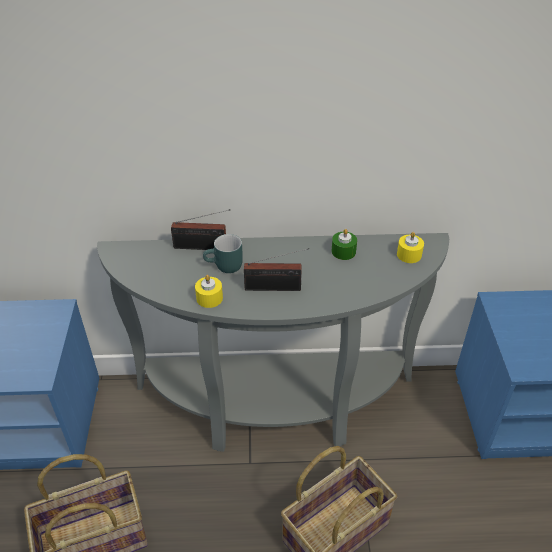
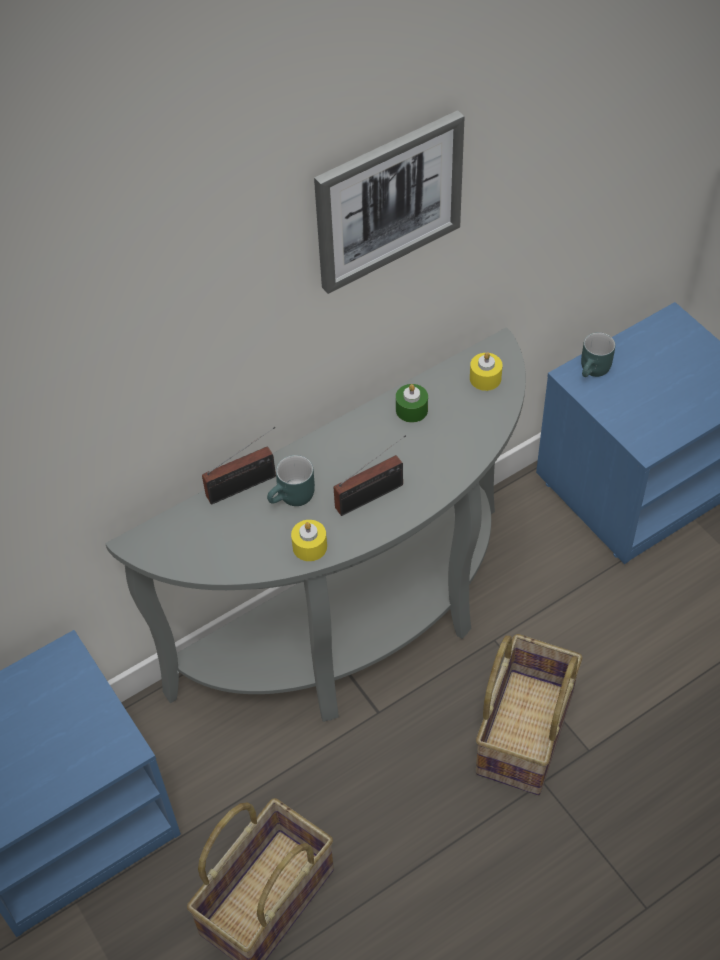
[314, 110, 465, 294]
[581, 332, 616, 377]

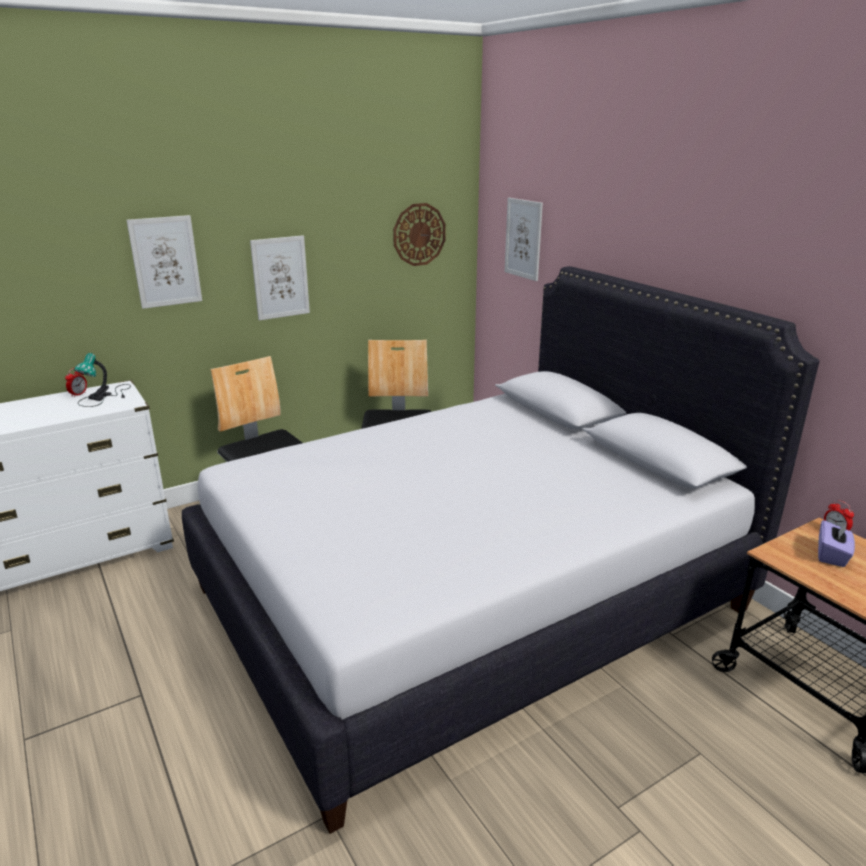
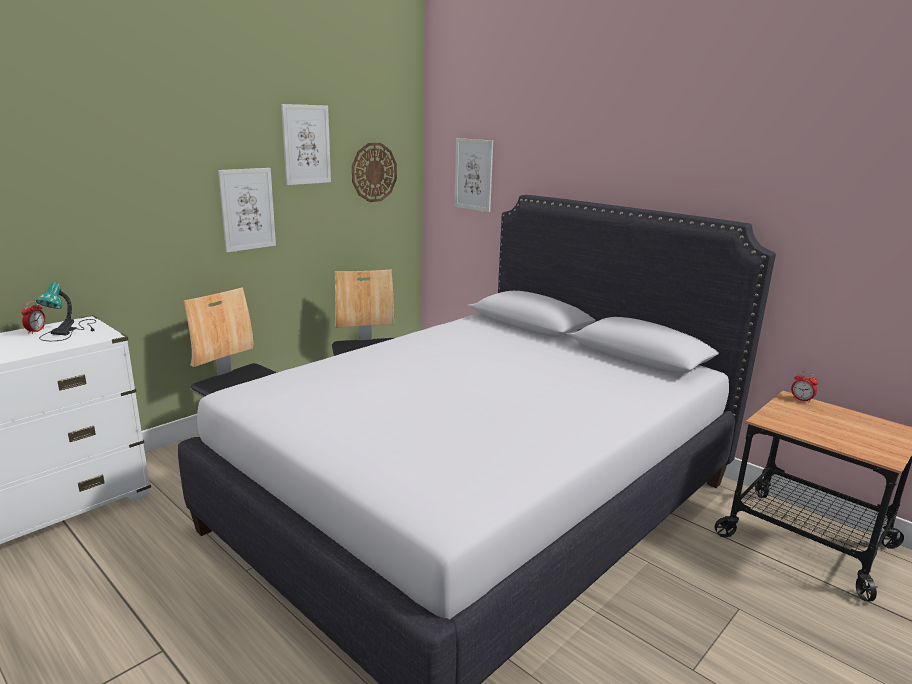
[281, 104, 331, 185]
[818, 520, 855, 567] (first image)

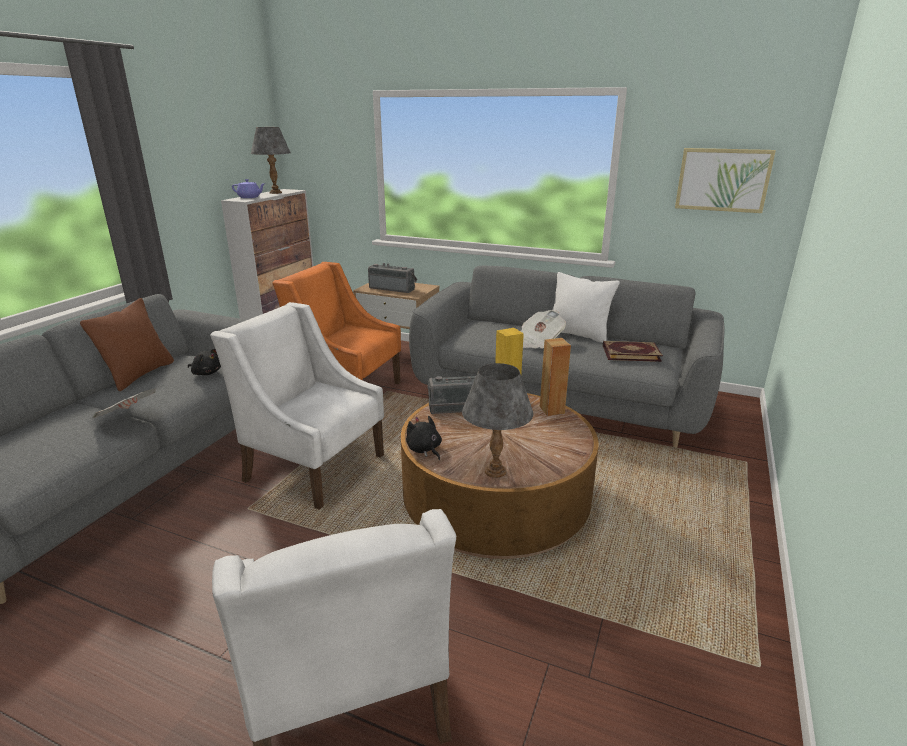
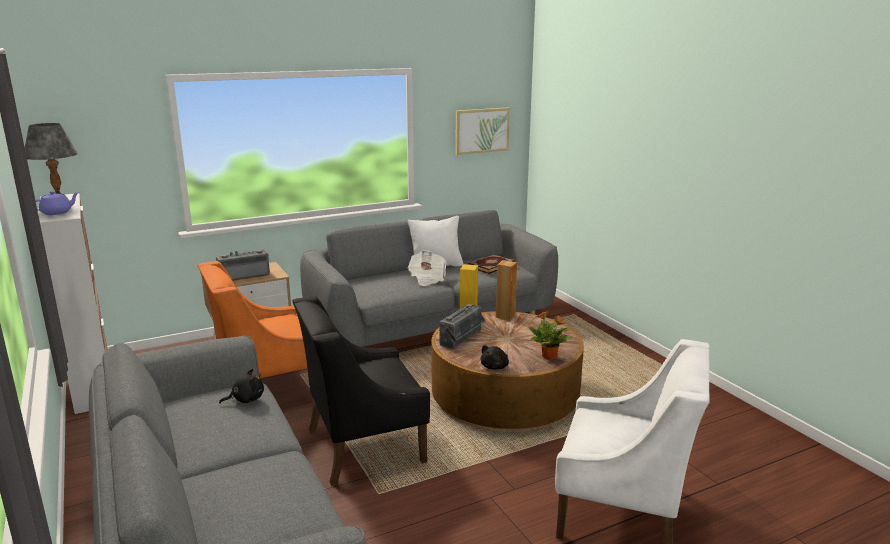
[292, 296, 430, 486]
[480, 345, 509, 370]
[529, 311, 573, 360]
[80, 298, 174, 391] (first image)
[92, 388, 157, 418] (first image)

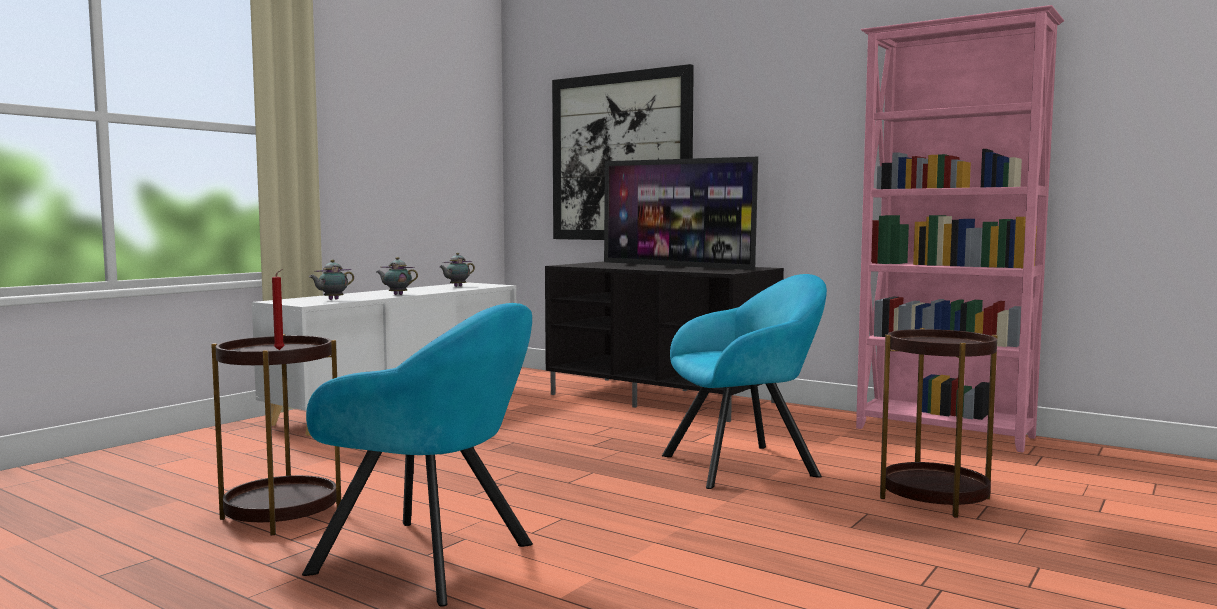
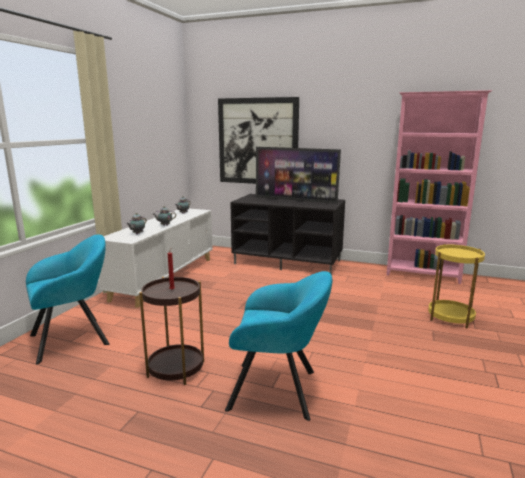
[26, 234, 110, 364]
[428, 244, 485, 329]

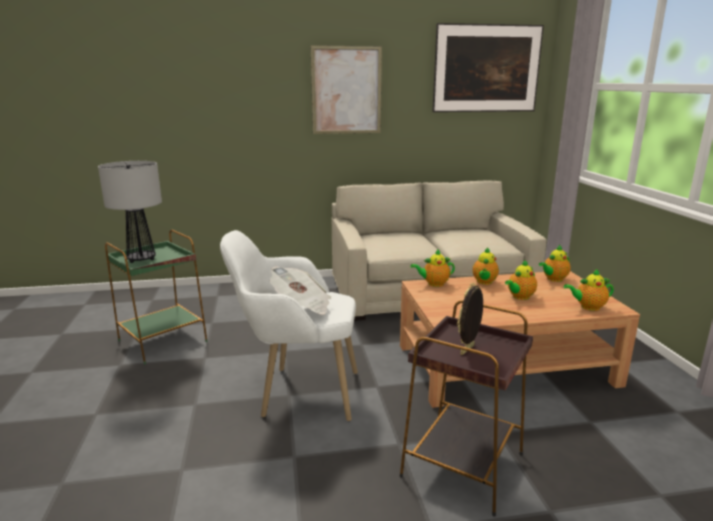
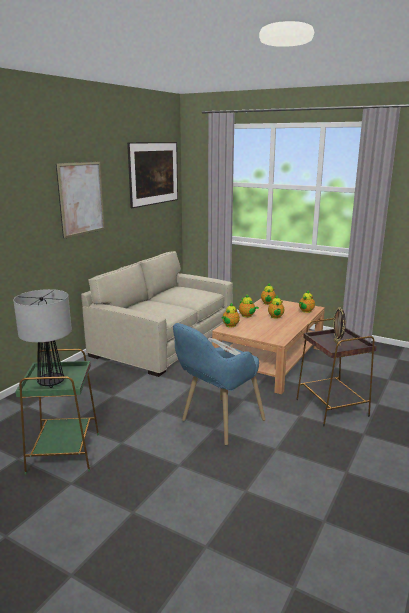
[173, 323, 266, 446]

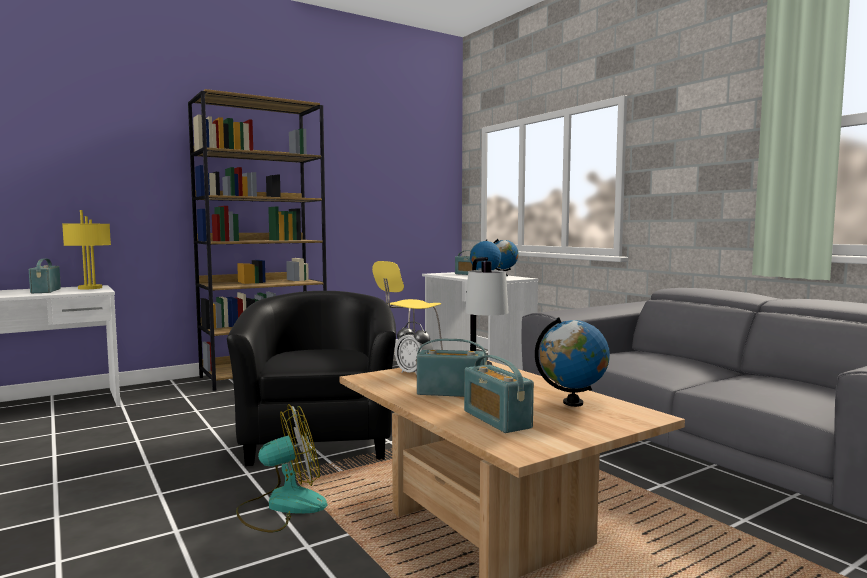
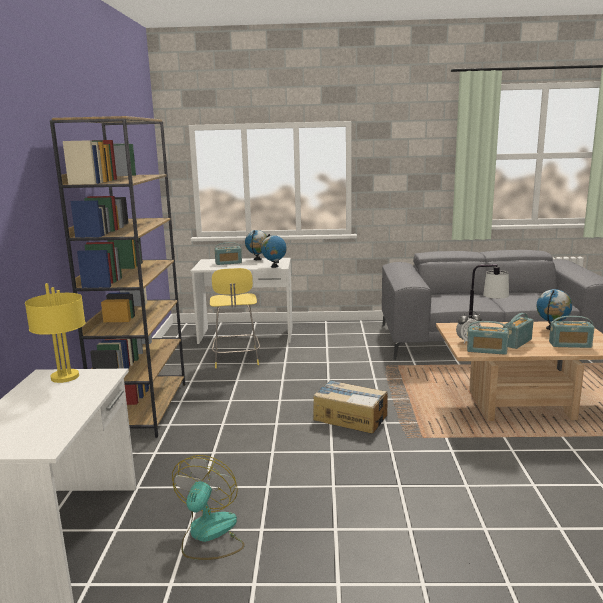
[172, 455, 244, 560]
[313, 380, 388, 434]
[467, 321, 509, 355]

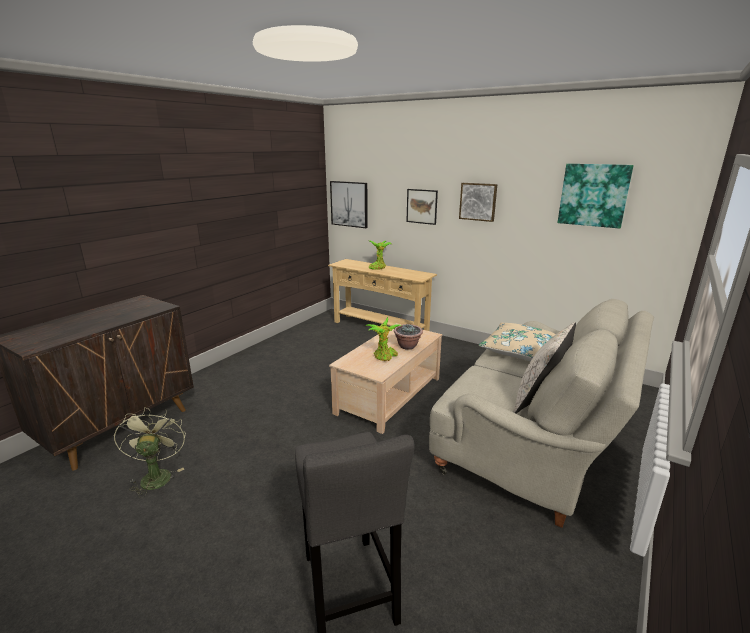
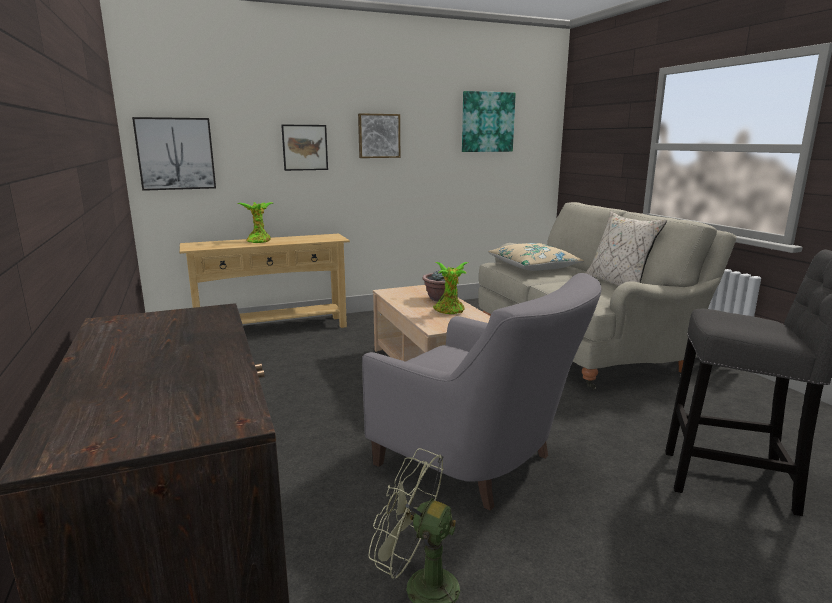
[362, 273, 602, 511]

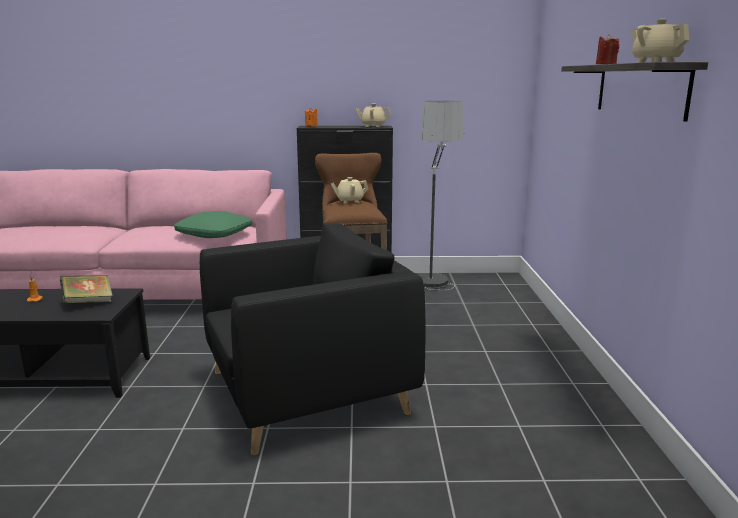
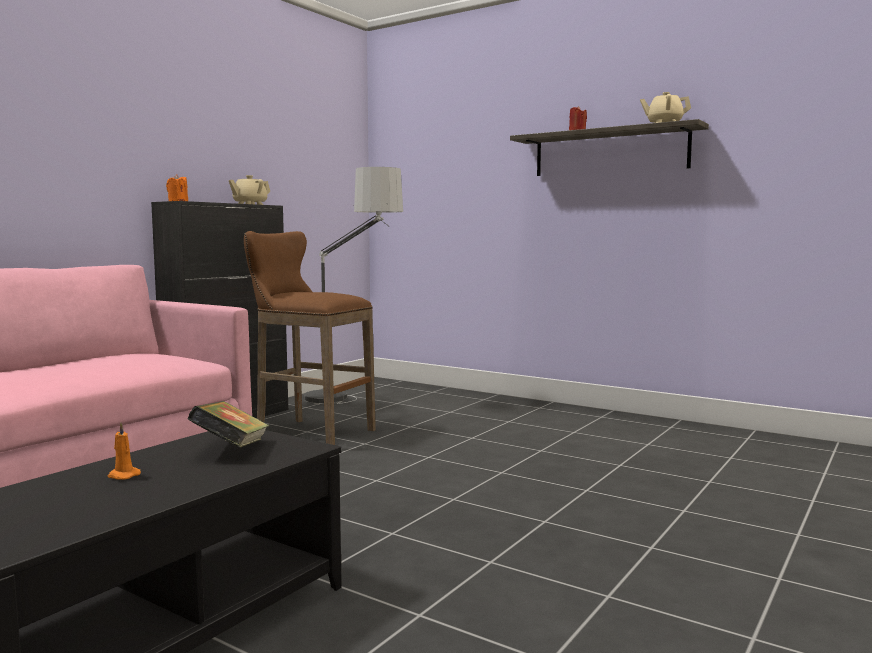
[174, 211, 252, 238] (first image)
[200, 223, 425, 455] (first image)
[330, 177, 369, 203] (first image)

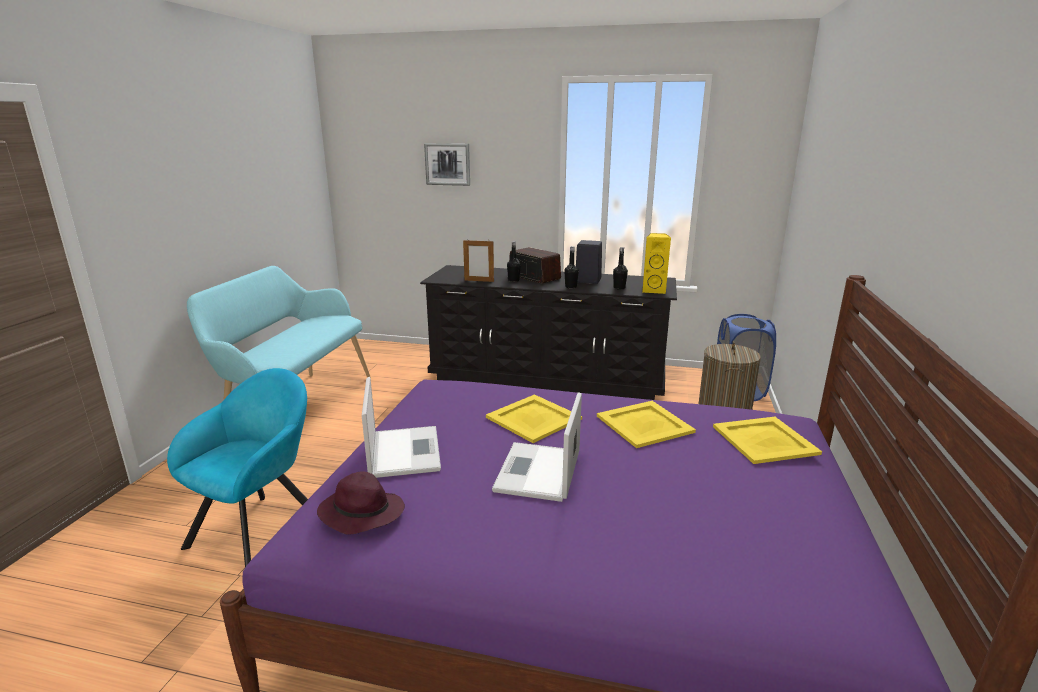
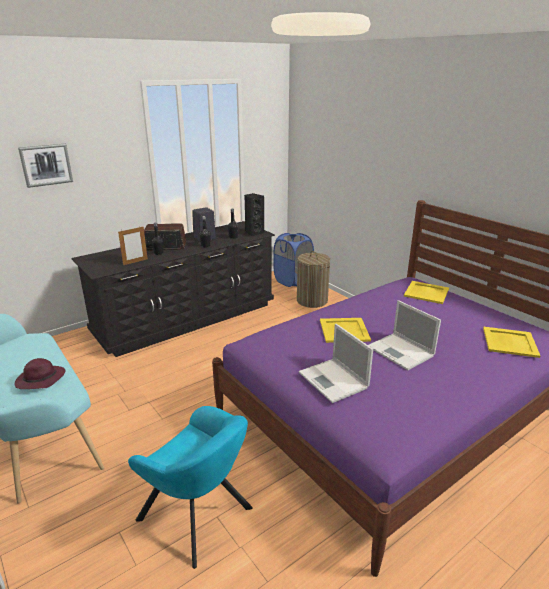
[15, 358, 65, 389]
[128, 406, 252, 569]
[244, 193, 264, 236]
[299, 324, 373, 403]
[483, 327, 540, 358]

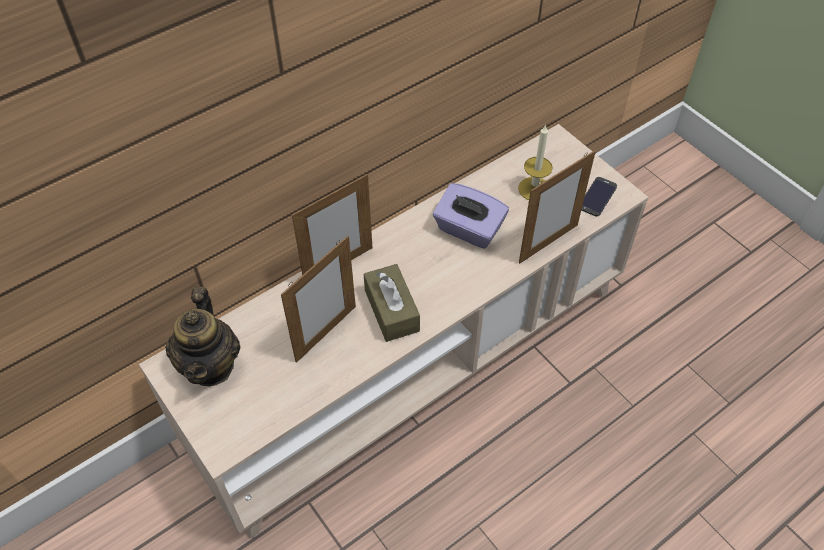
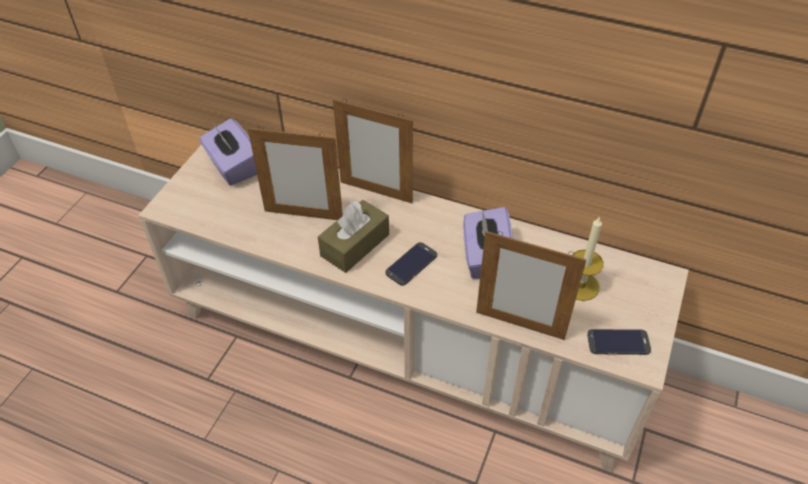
[199, 118, 257, 185]
[385, 242, 437, 286]

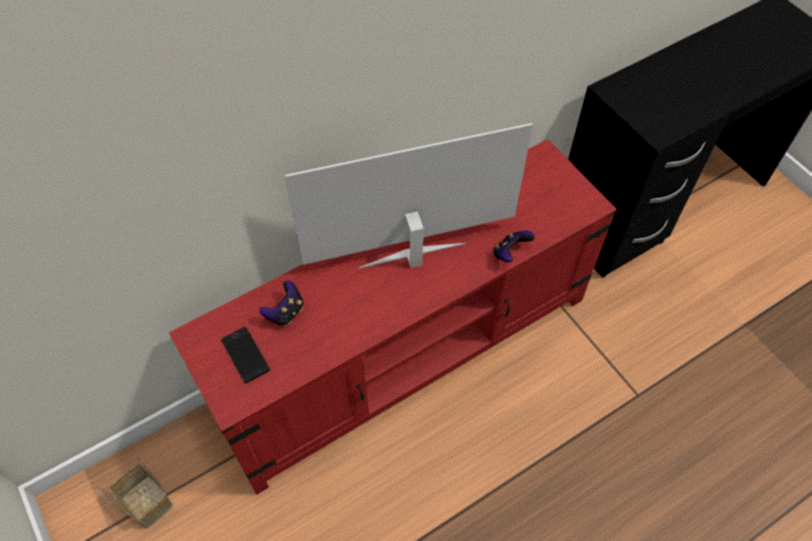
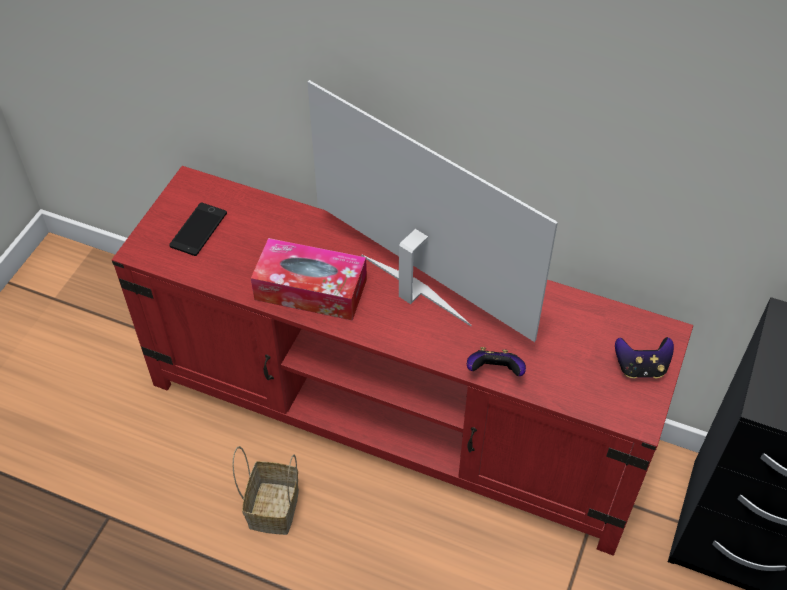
[232, 446, 299, 535]
[251, 238, 367, 321]
[615, 337, 674, 379]

